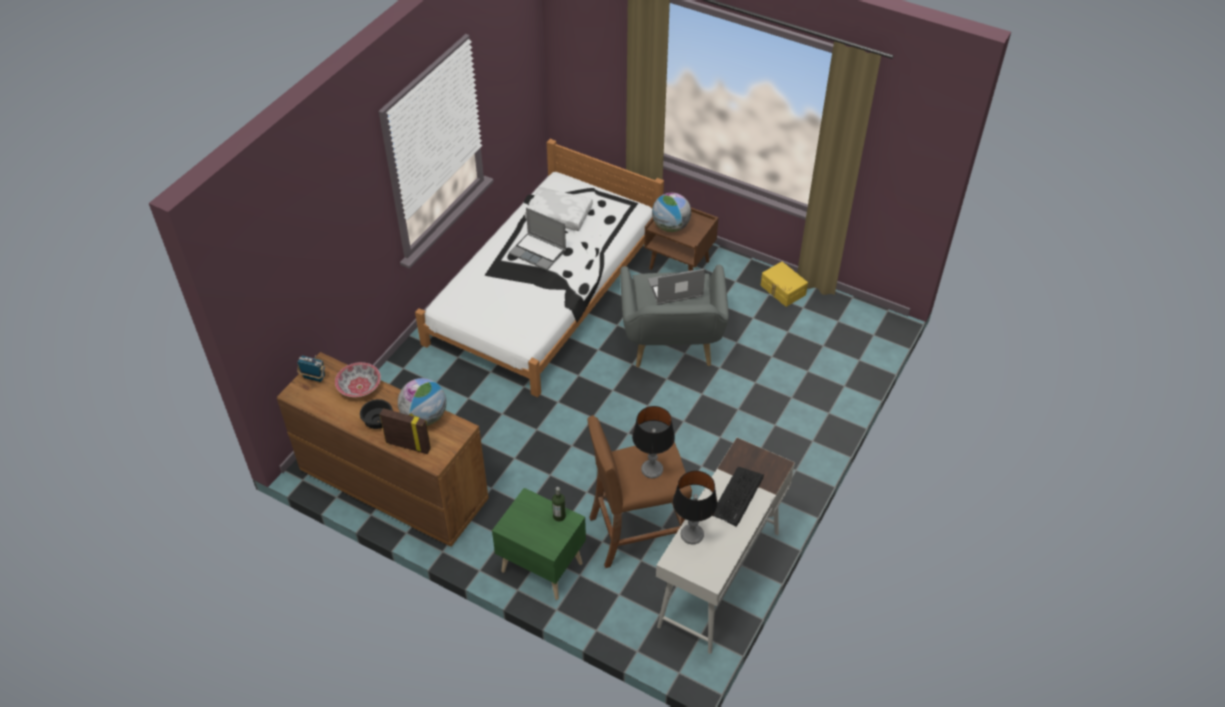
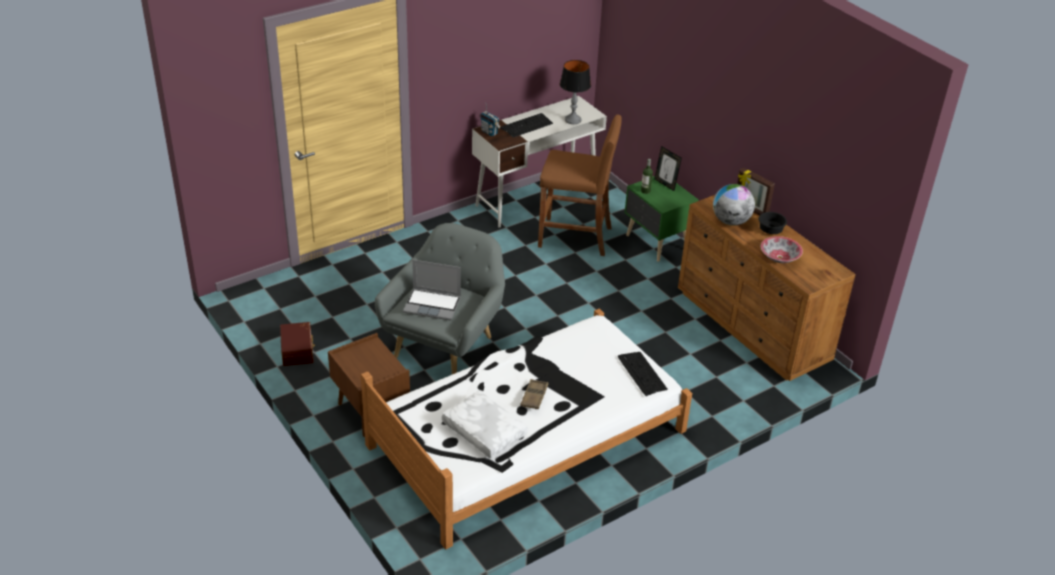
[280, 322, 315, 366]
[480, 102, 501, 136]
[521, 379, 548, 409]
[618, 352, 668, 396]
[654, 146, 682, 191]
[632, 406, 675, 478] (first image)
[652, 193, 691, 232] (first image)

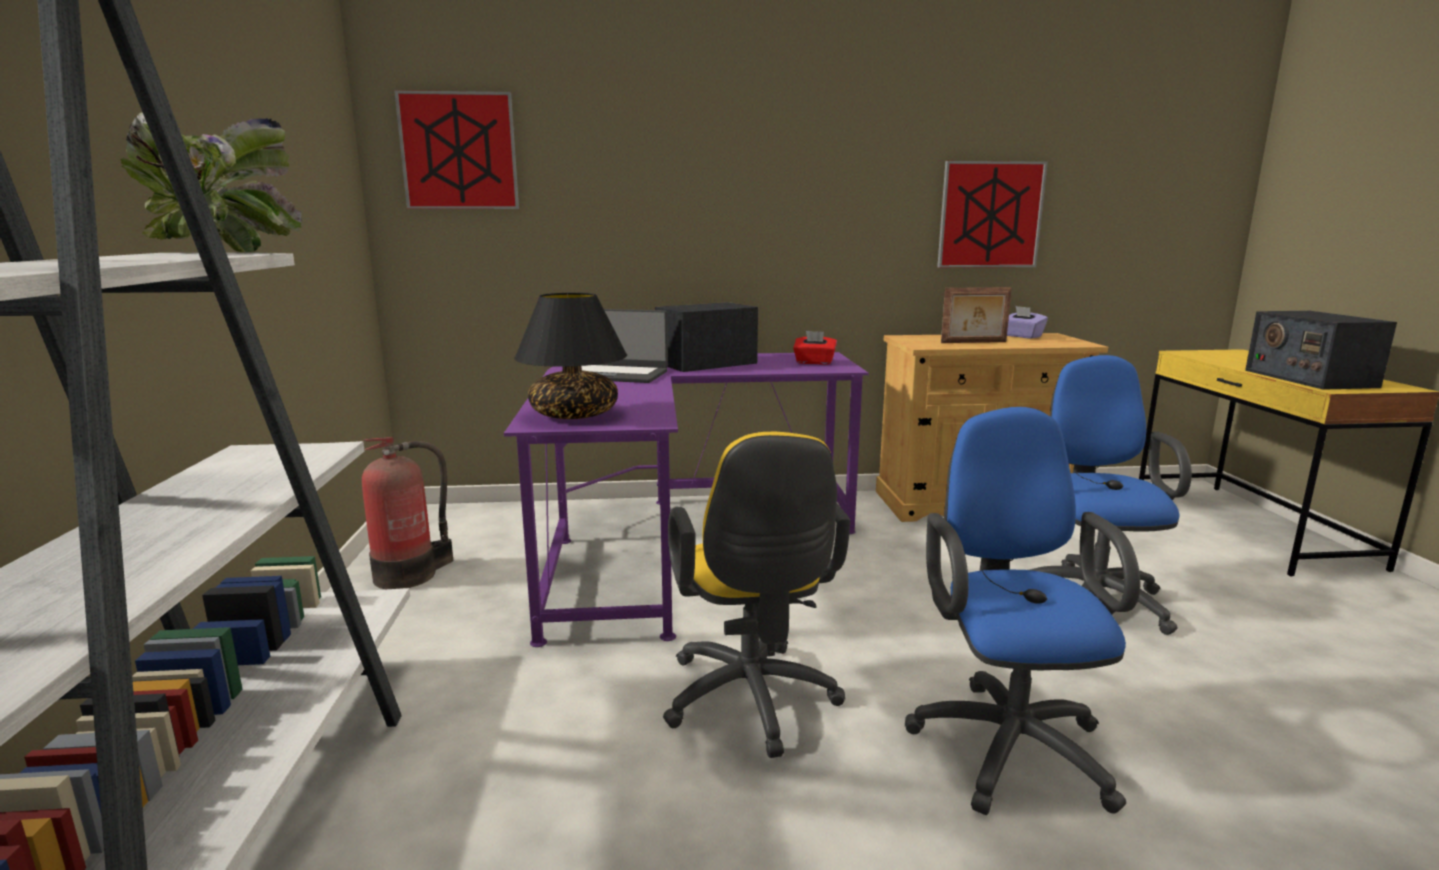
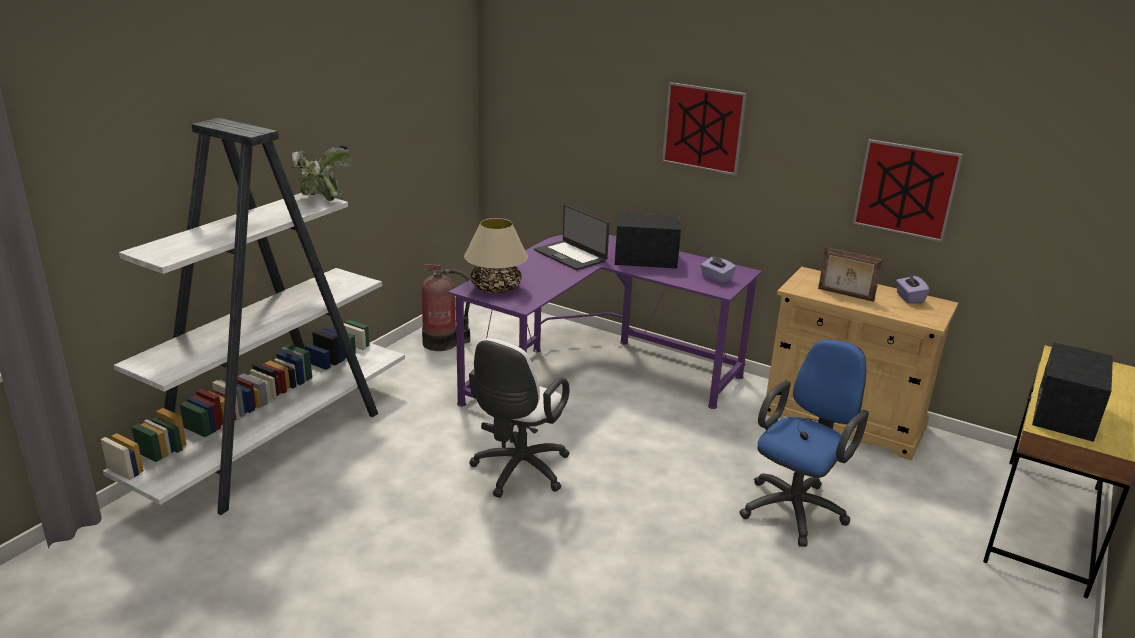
[464, 218, 528, 293]
[469, 338, 570, 498]
[662, 82, 747, 176]
[700, 255, 736, 284]
[905, 407, 1141, 815] (first image)

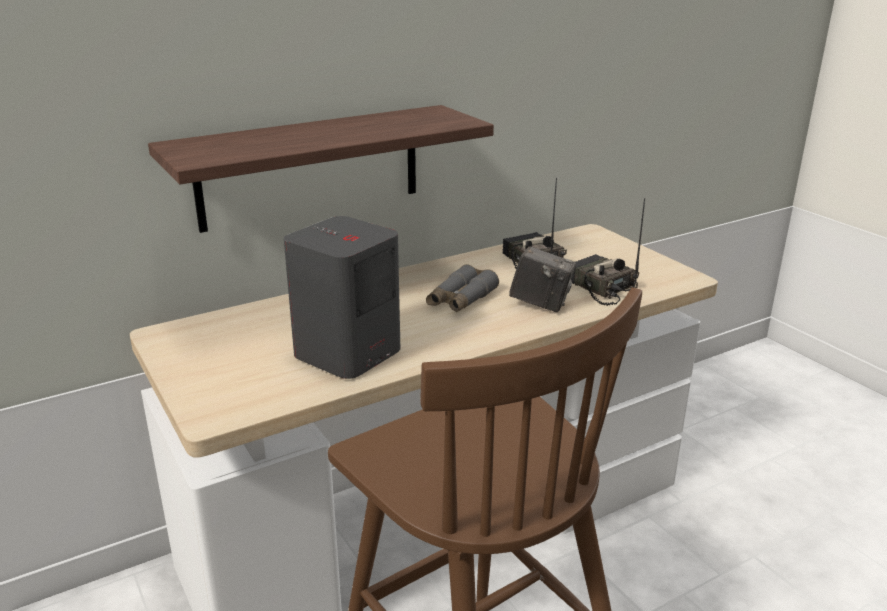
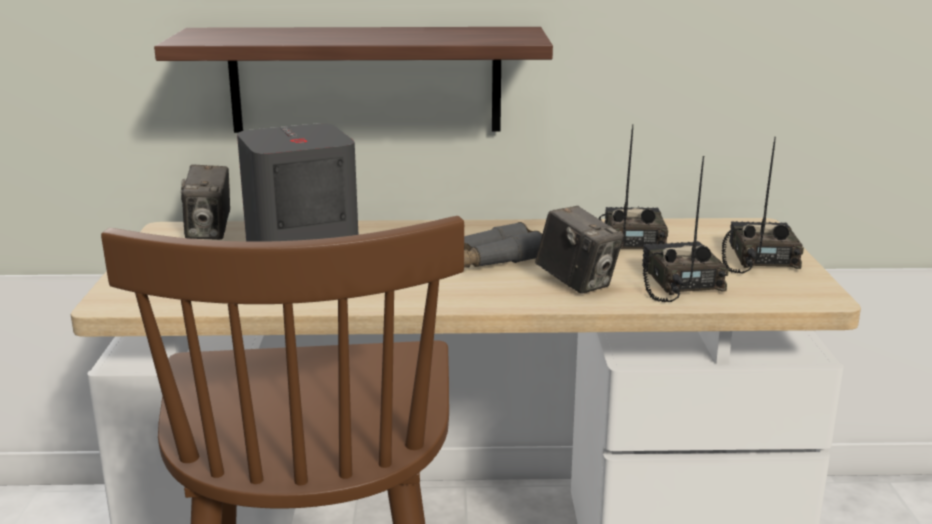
[181, 164, 230, 240]
[722, 137, 804, 273]

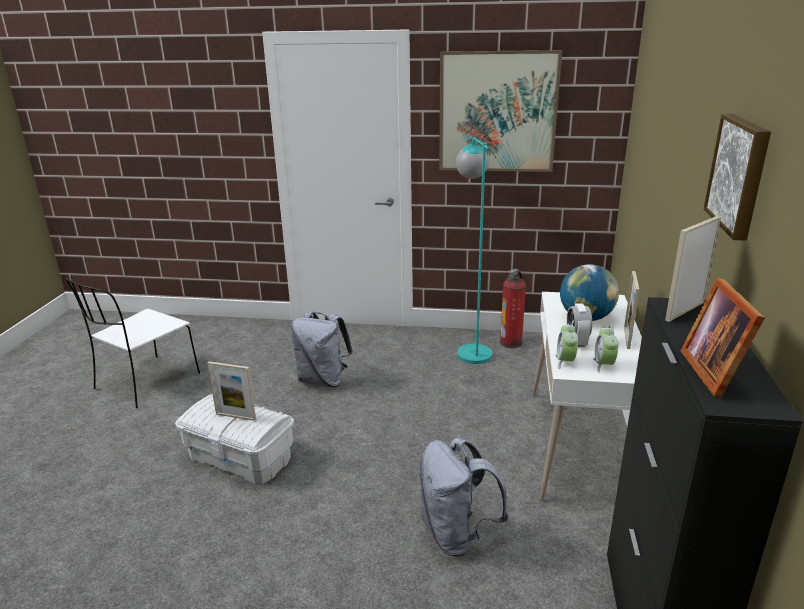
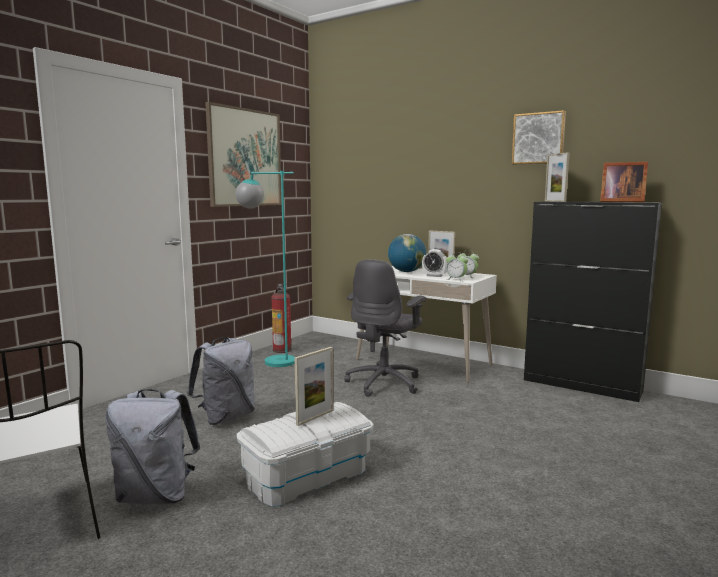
[106, 389, 200, 504]
[344, 259, 426, 397]

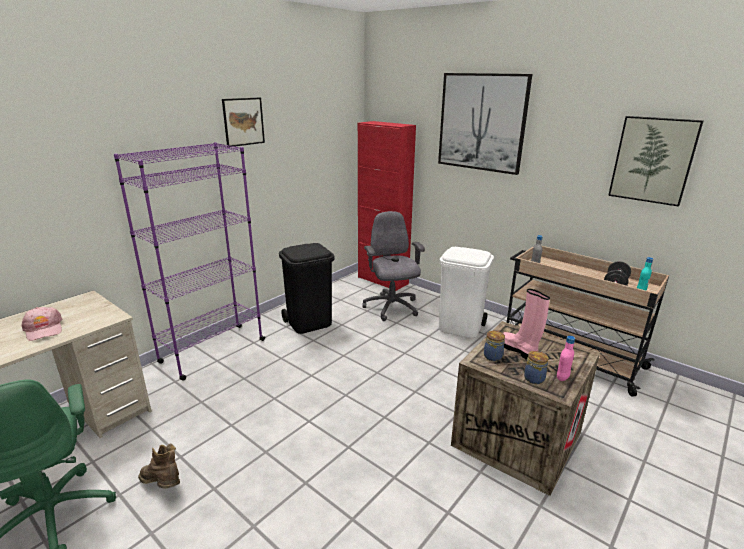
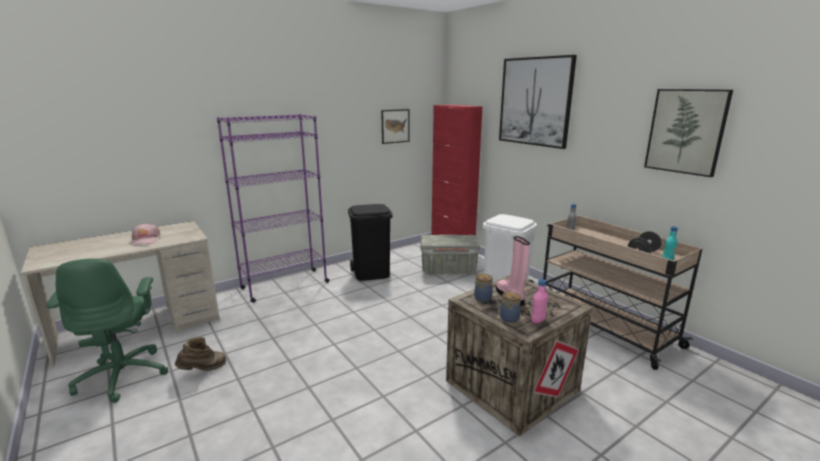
[175, 337, 226, 371]
[381, 109, 410, 144]
[420, 235, 480, 275]

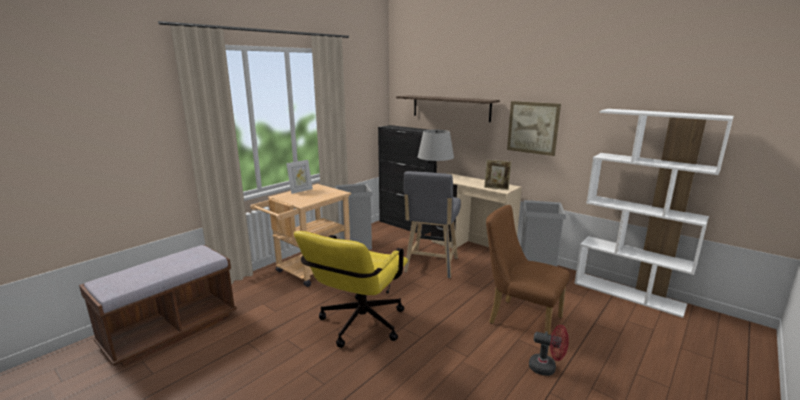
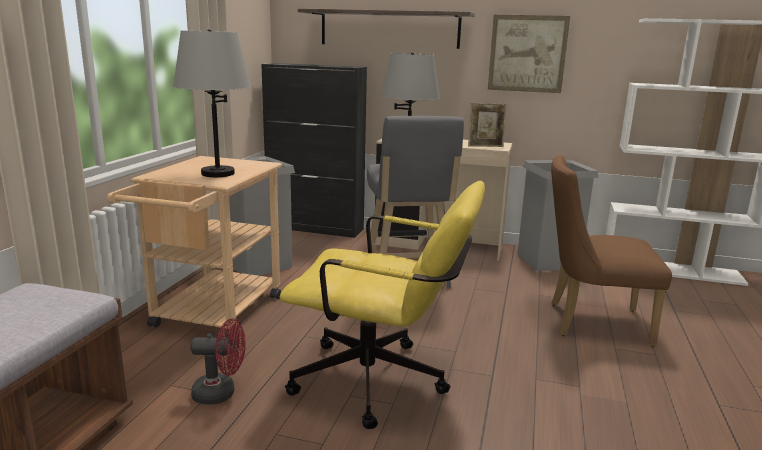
[173, 29, 251, 177]
[190, 319, 246, 405]
[280, 181, 485, 429]
[286, 160, 313, 194] (first image)

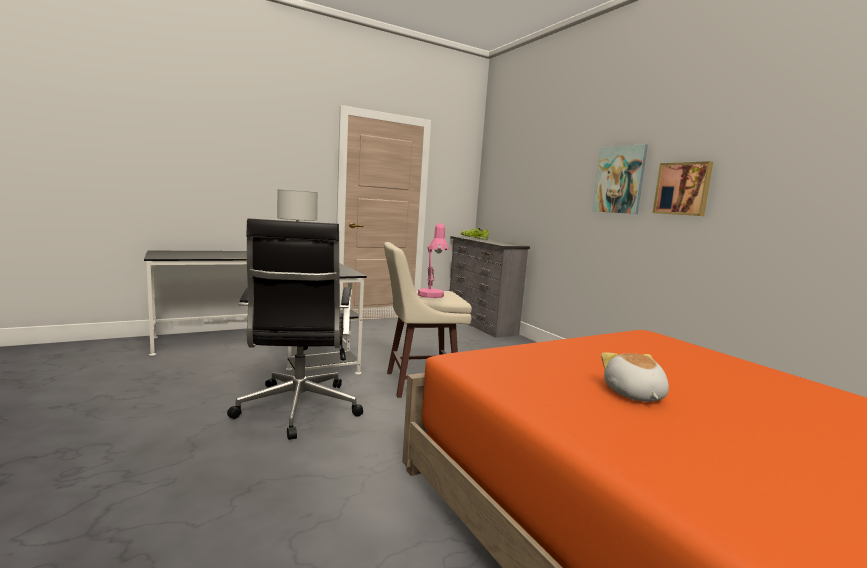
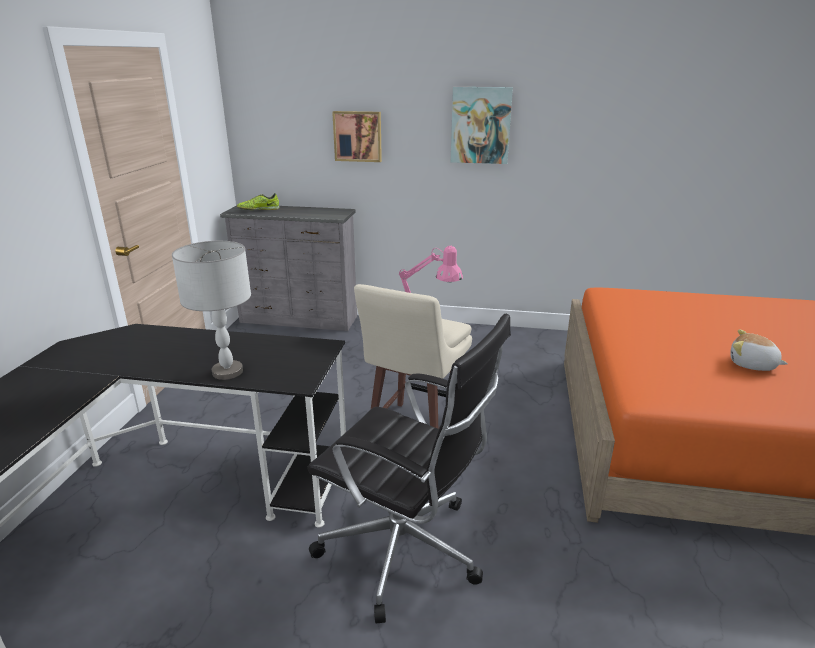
[332, 111, 382, 162]

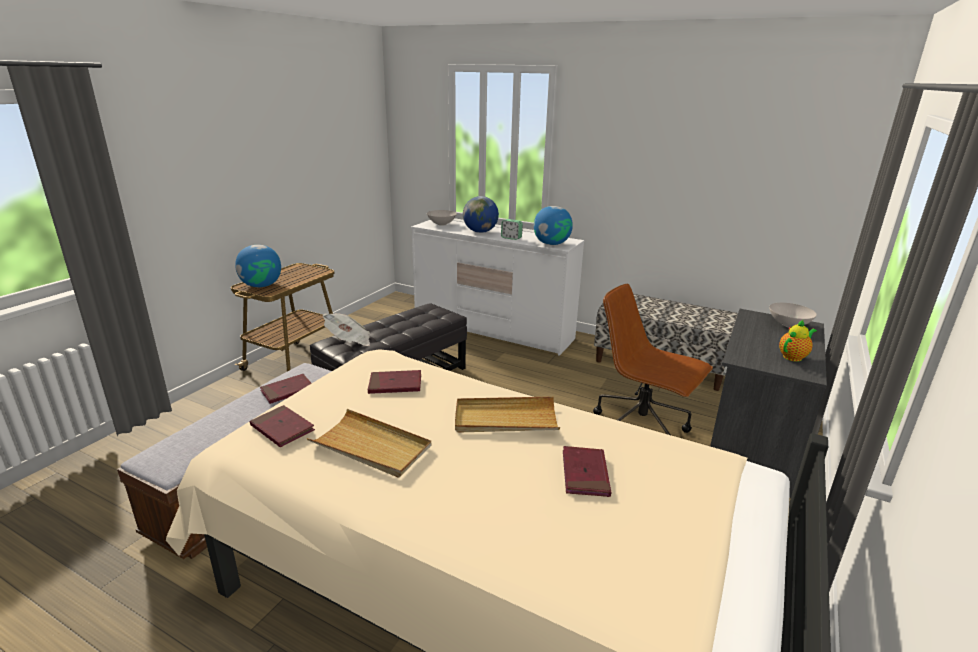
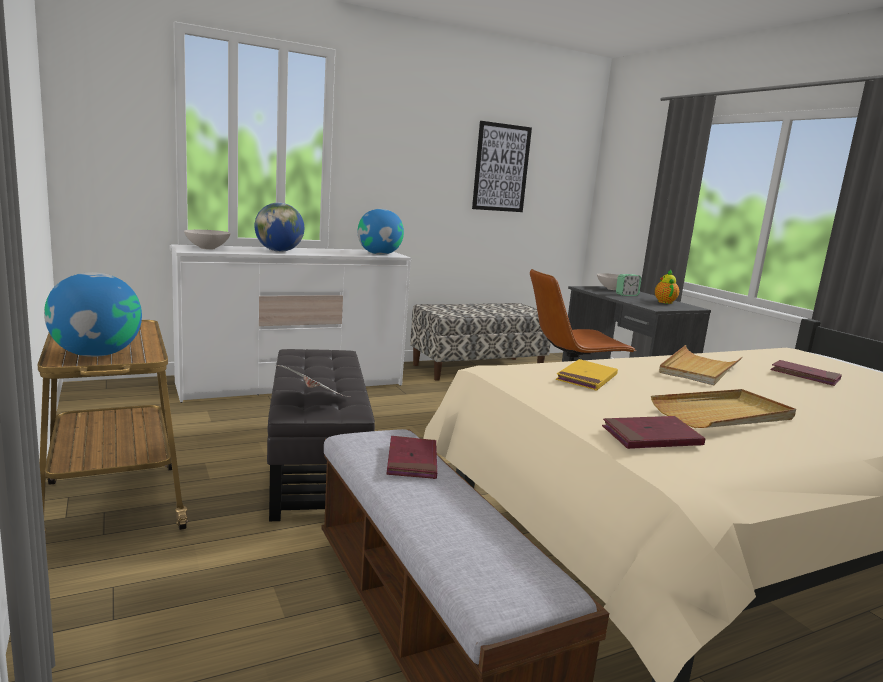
[472, 121, 532, 212]
[556, 359, 618, 390]
[616, 274, 642, 296]

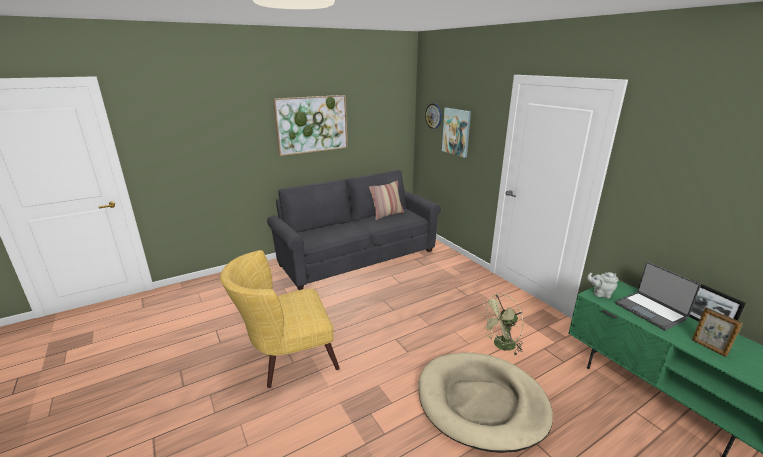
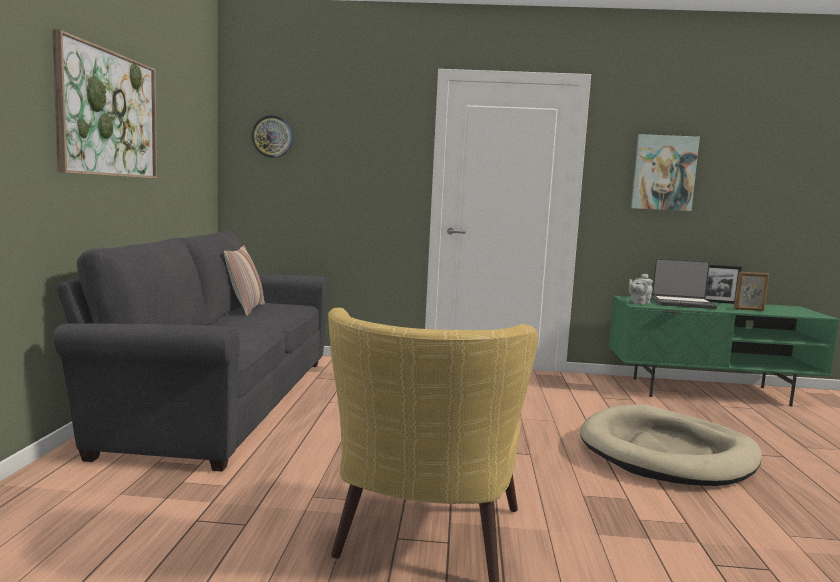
[631, 134, 700, 211]
[480, 293, 523, 355] (first image)

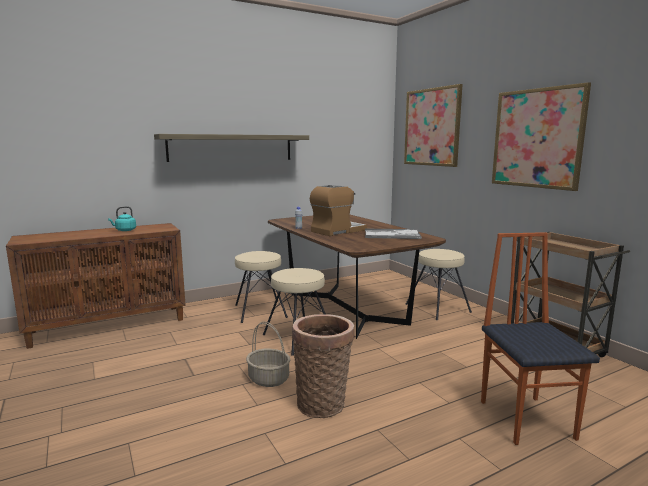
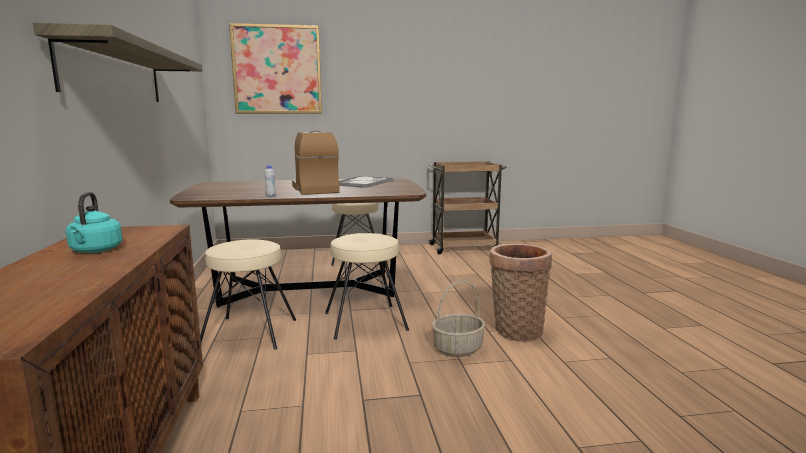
[481, 232, 600, 445] (first image)
[492, 82, 591, 191] (first image)

